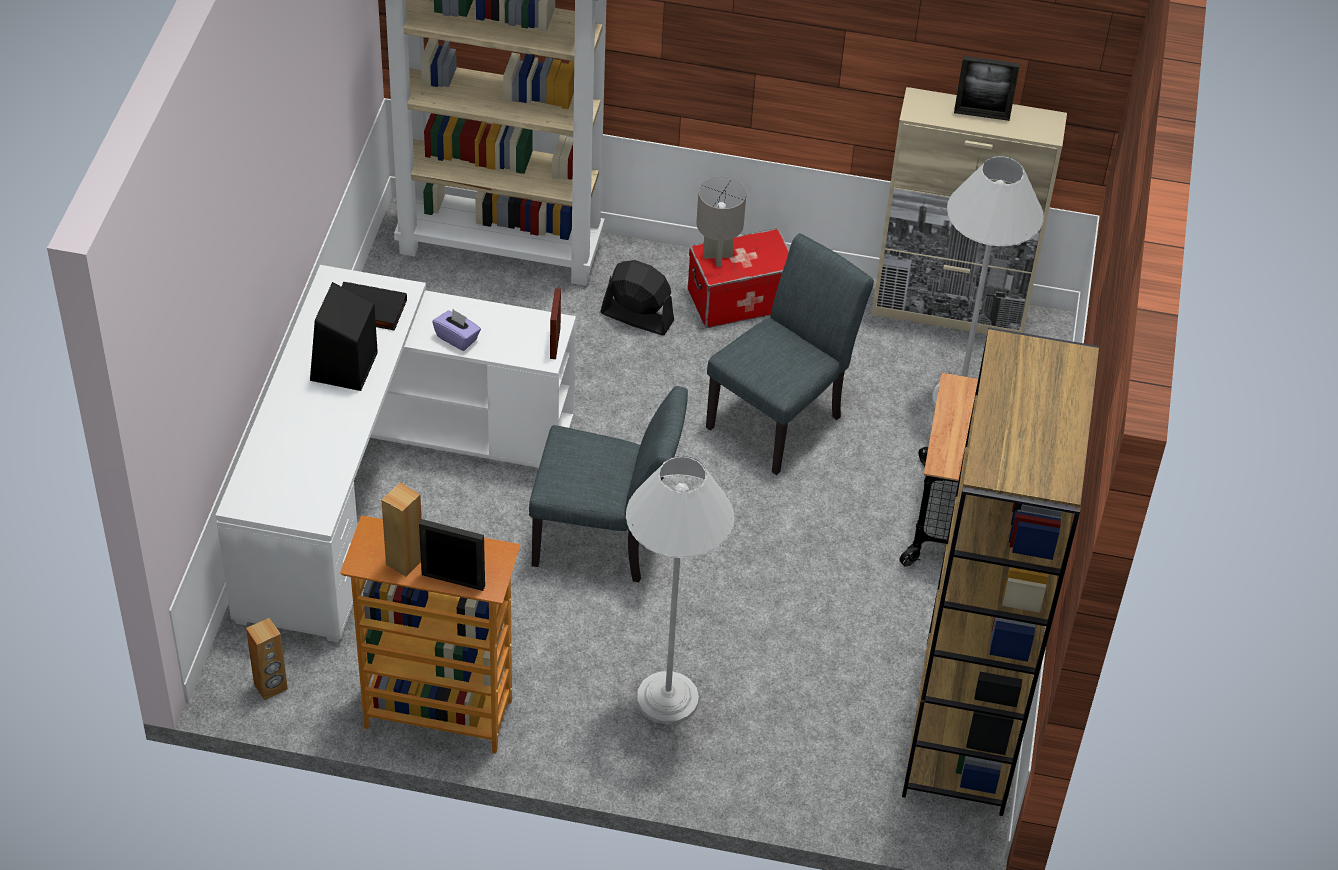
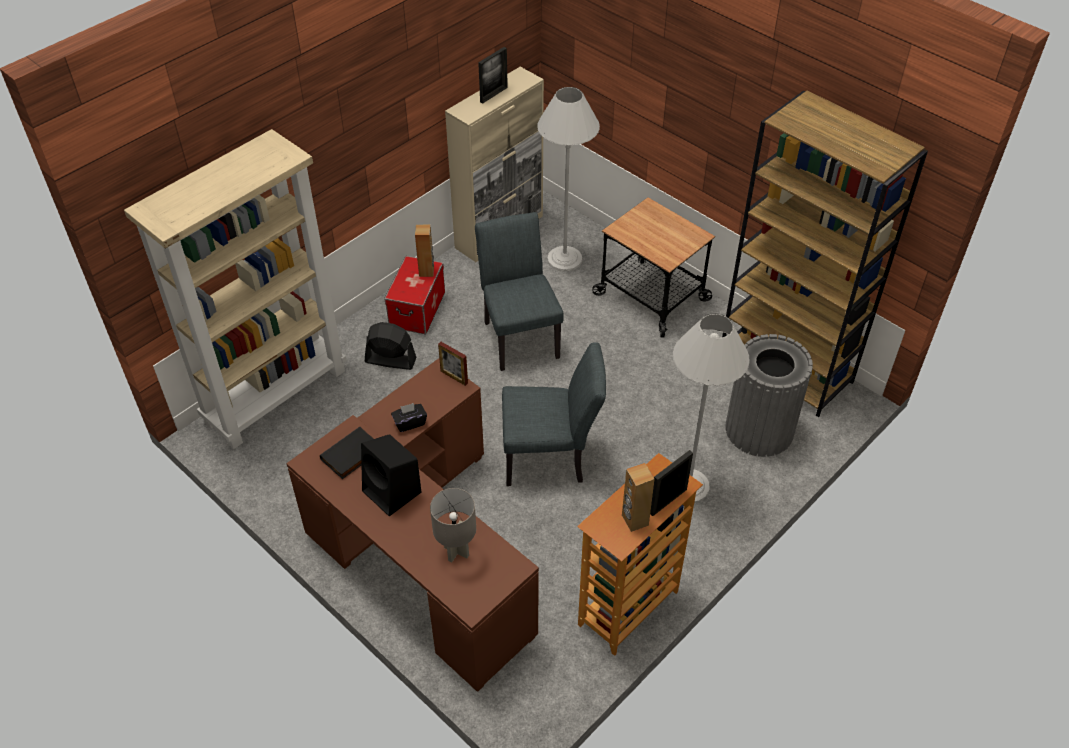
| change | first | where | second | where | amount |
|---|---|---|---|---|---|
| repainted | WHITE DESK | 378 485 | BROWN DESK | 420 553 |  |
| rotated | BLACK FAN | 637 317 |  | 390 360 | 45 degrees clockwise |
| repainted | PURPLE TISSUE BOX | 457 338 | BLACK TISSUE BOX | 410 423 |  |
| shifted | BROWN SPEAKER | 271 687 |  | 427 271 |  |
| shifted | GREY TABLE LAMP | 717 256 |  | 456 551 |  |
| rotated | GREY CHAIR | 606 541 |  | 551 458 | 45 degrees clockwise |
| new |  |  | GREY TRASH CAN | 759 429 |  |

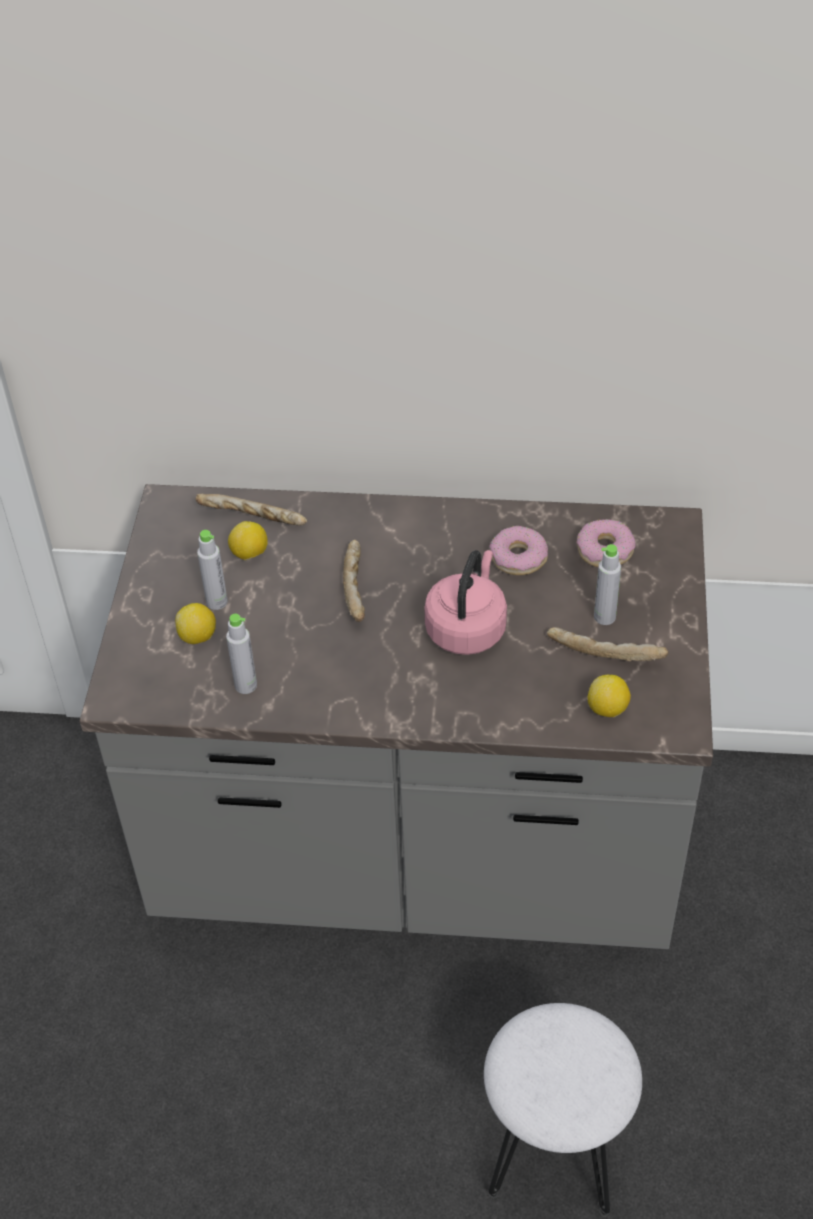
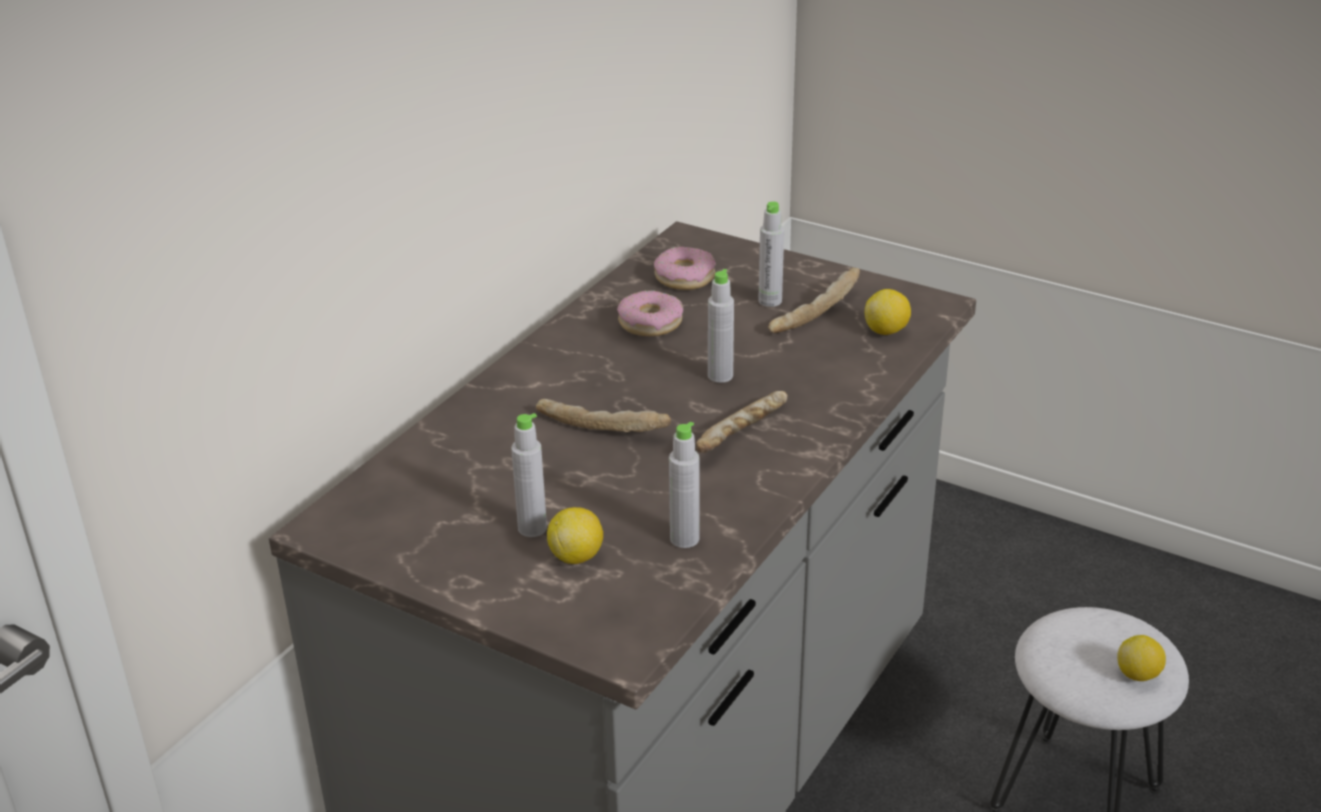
| change | first | where | second | where | amount |
|---|---|---|---|---|---|
| shifted | BREAD | 252 519 |  | 743 434 |  |
| swapped | PINK KETTLE | 467 628 | GREY BOTTLE | 720 376 |  |
| shifted | LEMON | 249 554 |  | 1138 675 |  |

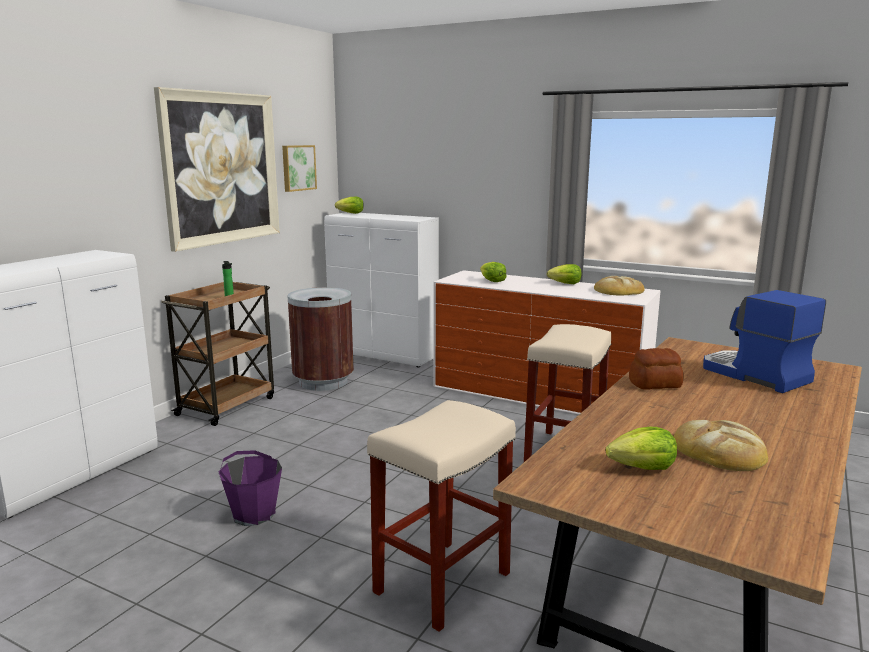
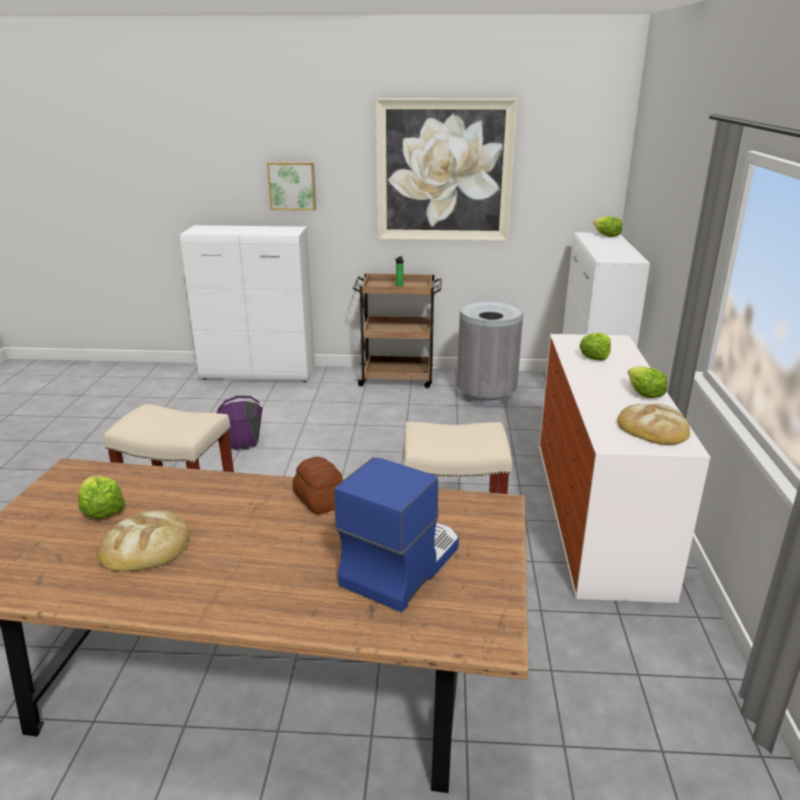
| change | first | where | second | where | amount |
|---|---|---|---|---|---|
| shifted | PICTURE | 298 168 |  | 292 185 |  |
| repainted | BROWN TRASH CAN | 323 382 | GREY TRASH CAN | 486 395 |  |

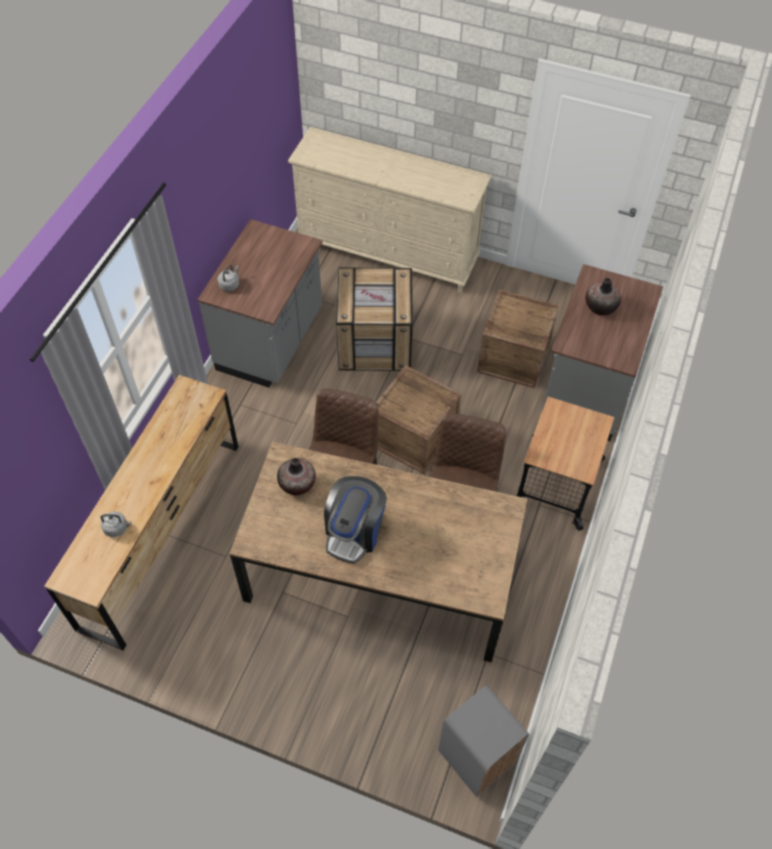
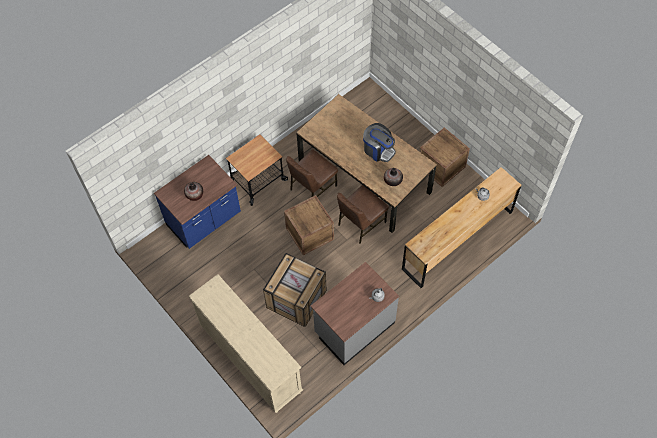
| change | first | where | second | where | amount |
|---|---|---|---|---|---|
| repainted | GREY COUNTER | 586 387 | BLUE COUNTER | 204 220 |  |
| rotated | COFFEE MACHINE | 354 531 |  | 378 150 | 75 degrees clockwise |
| shifted | CRATE | 513 358 |  | 441 166 |  |
| gone | GREY TRASH CAN | 476 758 |  |  |  |

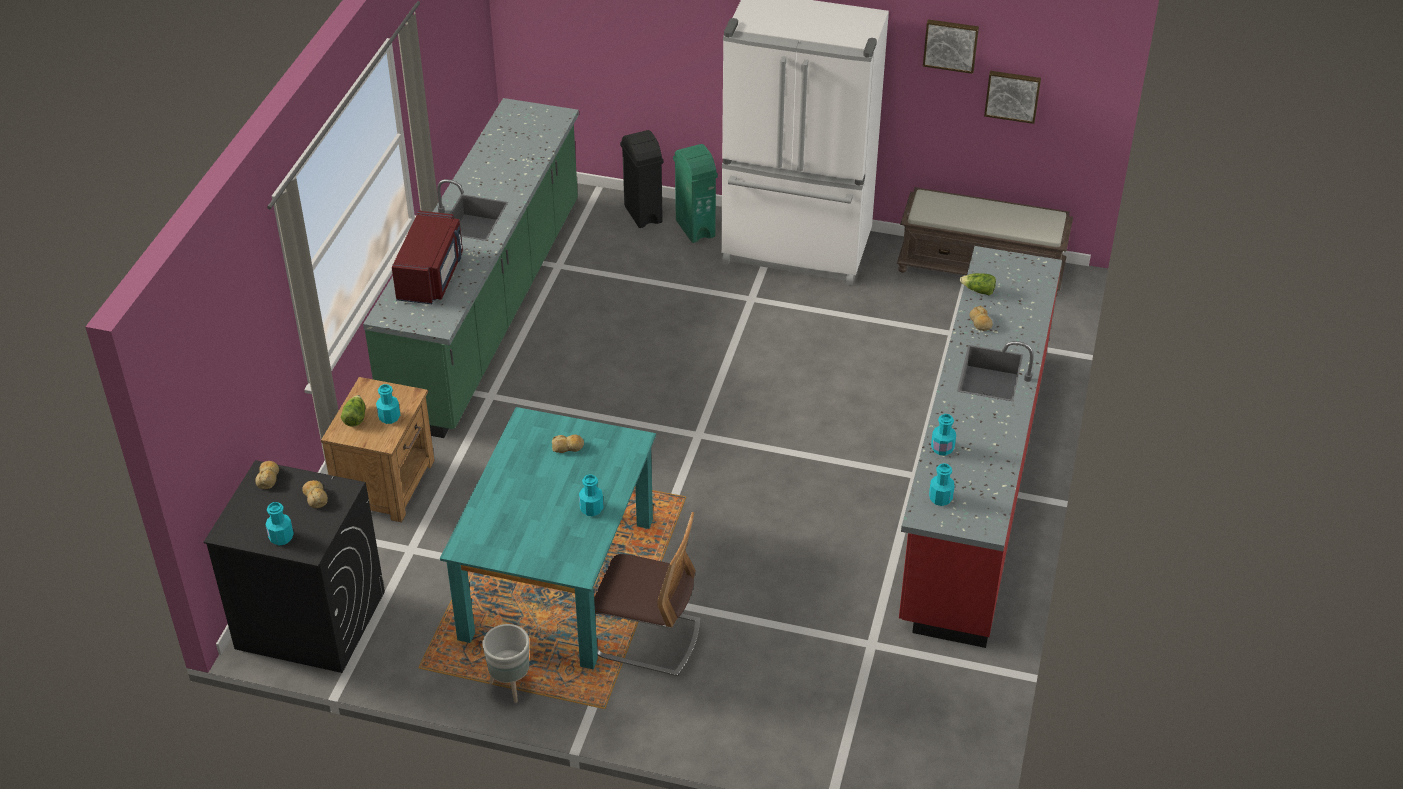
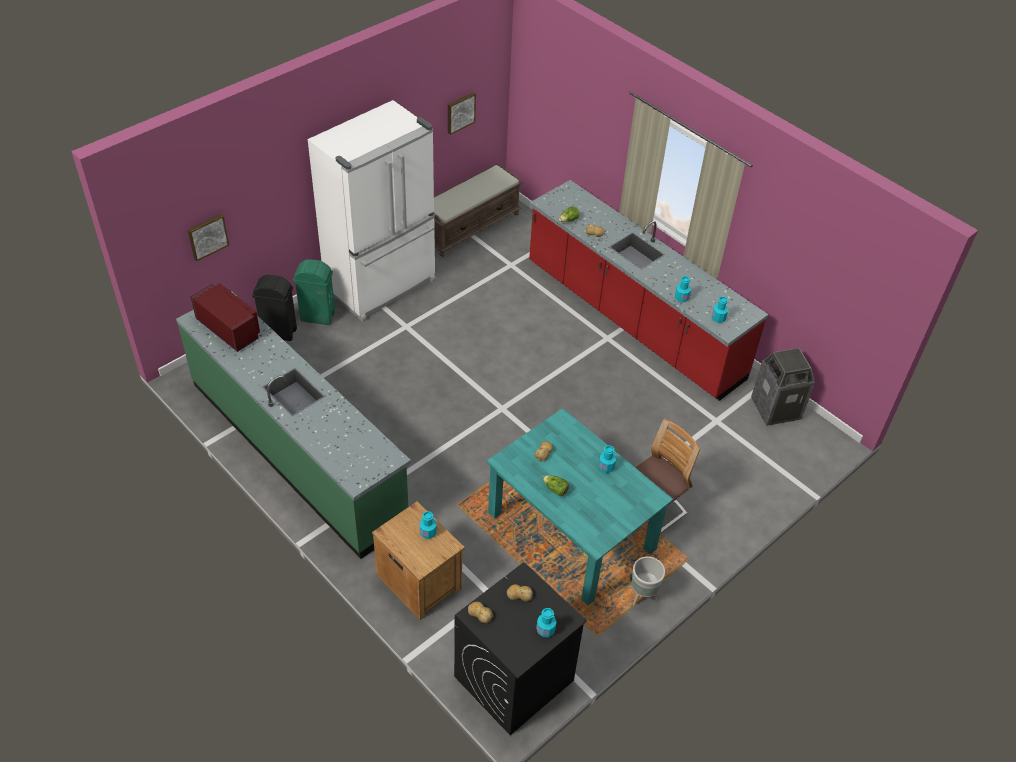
| change | first | where | second | where | amount |
|---|---|---|---|---|---|
| shifted | PICTURE | 951 45 |  | 207 236 |  |
| shifted | RED MICROWAVE | 431 276 |  | 229 328 |  |
| shifted | LETTUCE | 355 417 |  | 555 489 |  |
| new |  |  | TRASH CAN | 776 408 |  |

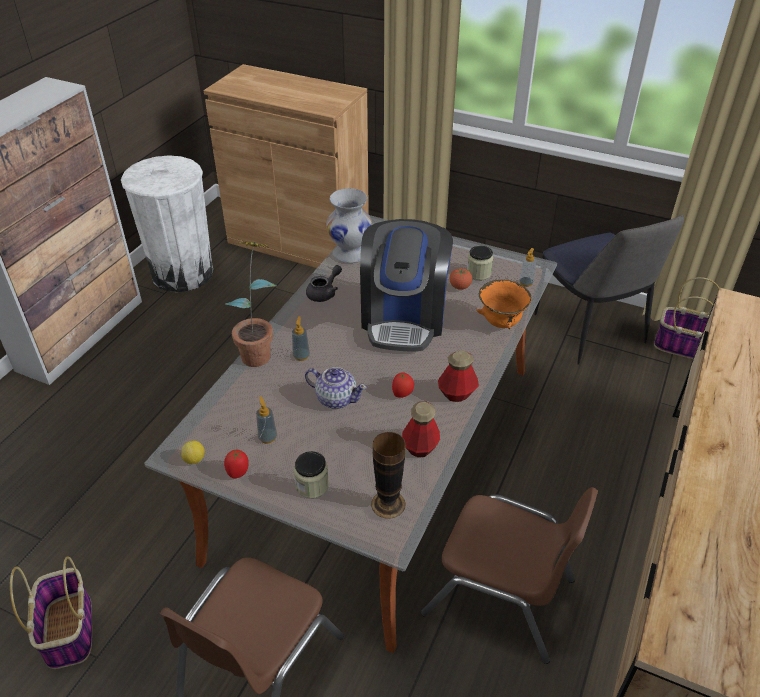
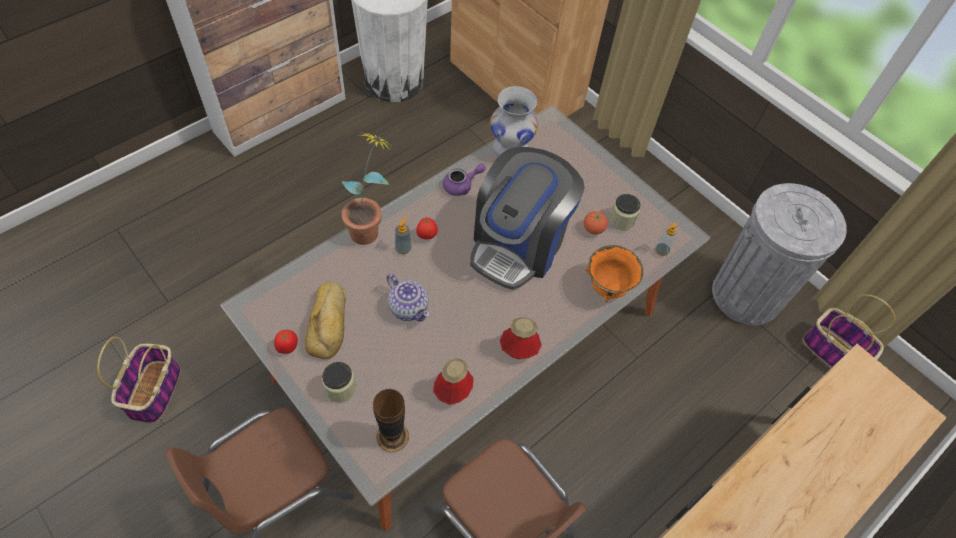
| change | first | where | second | where | amount |
|---|---|---|---|---|---|
| swapped | SOAP DISPENSER | 267 437 | BREAD | 329 323 |  |
| shifted | TOMATO | 402 394 |  | 427 236 |  |
| repainted | GREY TEAPOT | 324 293 | PURPLE TEAPOT | 462 186 |  |
| swapped | CHAIR | 590 331 | GREY TRASH CAN | 746 295 |  |
| gone | LEMON | 195 460 |  |  |  |

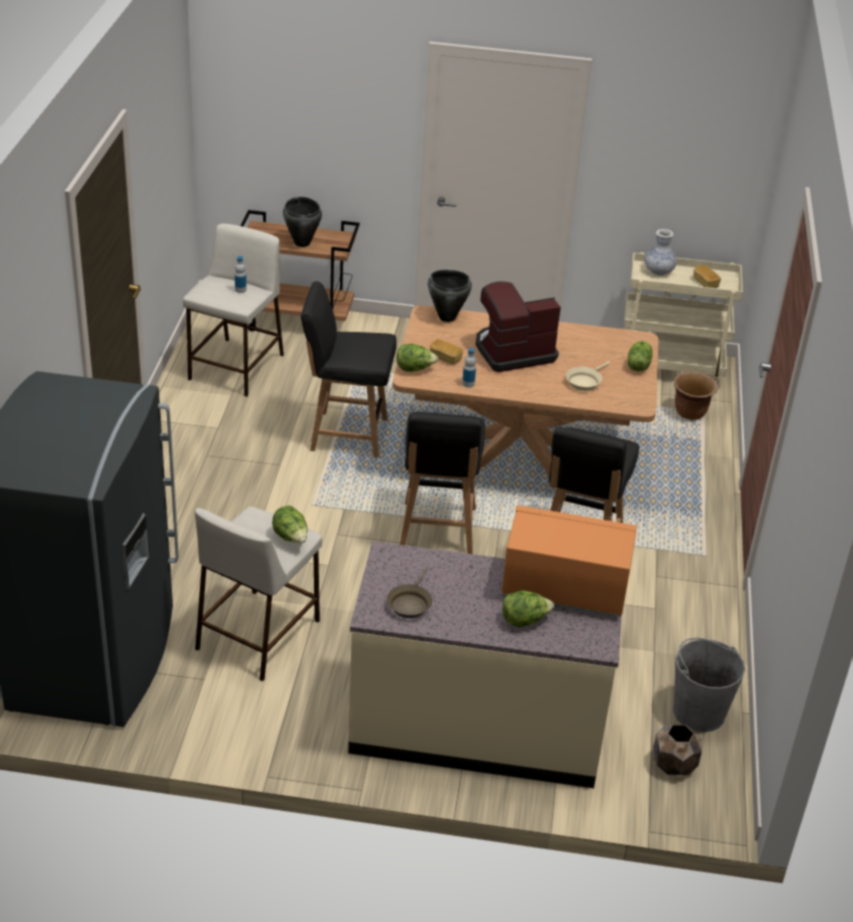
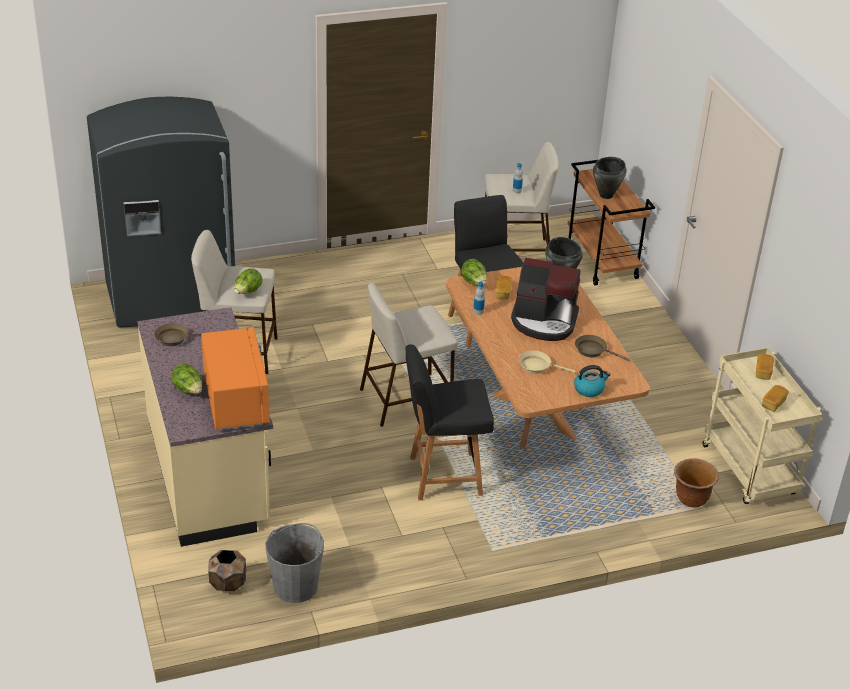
| change | first | where | second | where | amount |
|---|---|---|---|---|---|
| swapped | BLACK CHAIR | 437 529 | BEIGE STOOL | 407 399 |  |
| rotated | COFFEE MACHINE | 513 351 |  | 544 322 | 150 degrees clockwise |
| swapped | LETTUCE | 638 365 | KETTLE | 589 389 |  |
| new |  |  | BROWN FRYING PAN | 593 350 |  |
| swapped | VASE | 658 271 | BREAD | 763 372 |  |

